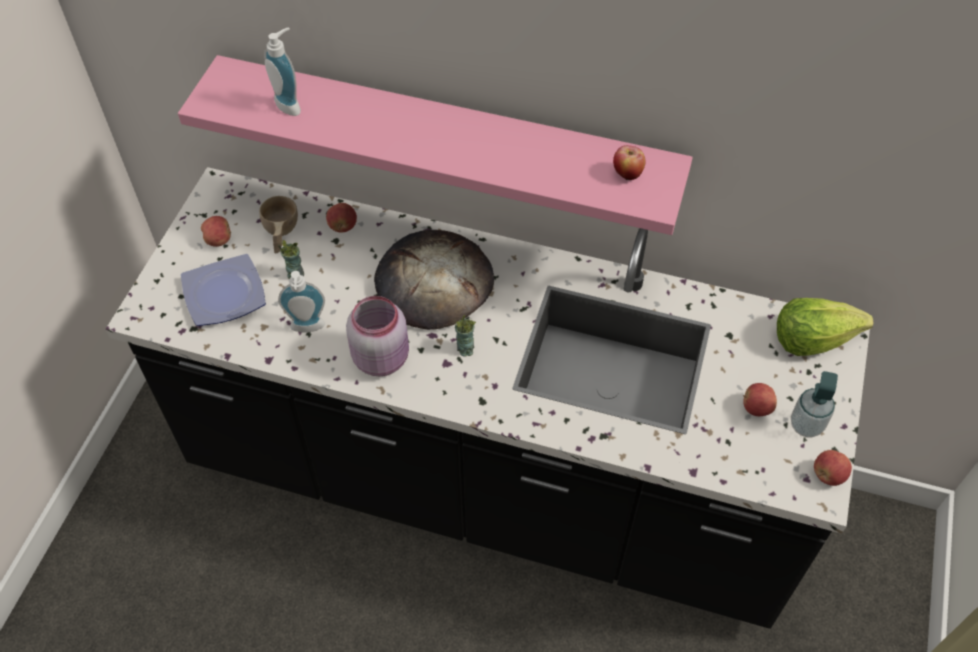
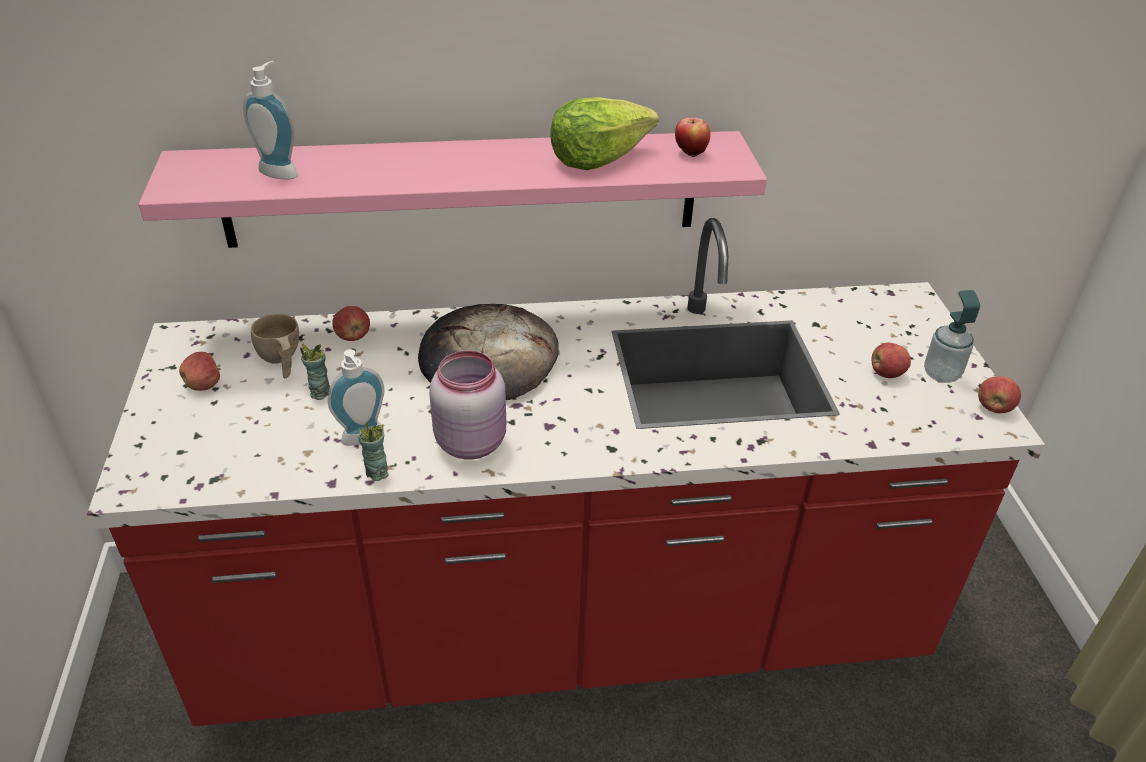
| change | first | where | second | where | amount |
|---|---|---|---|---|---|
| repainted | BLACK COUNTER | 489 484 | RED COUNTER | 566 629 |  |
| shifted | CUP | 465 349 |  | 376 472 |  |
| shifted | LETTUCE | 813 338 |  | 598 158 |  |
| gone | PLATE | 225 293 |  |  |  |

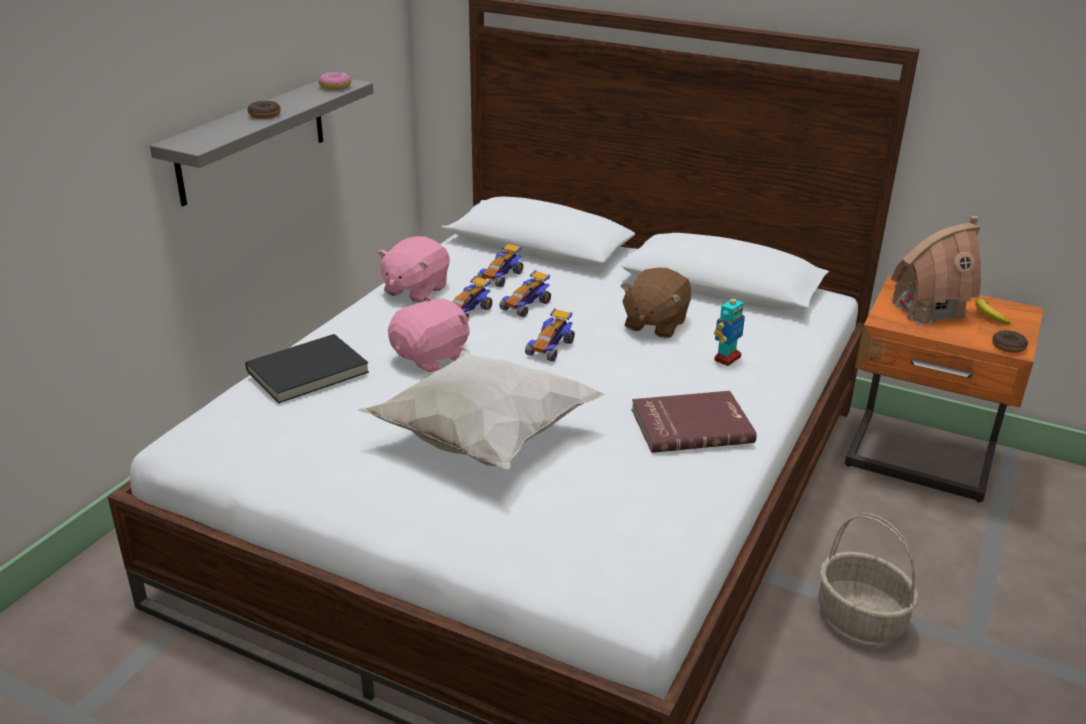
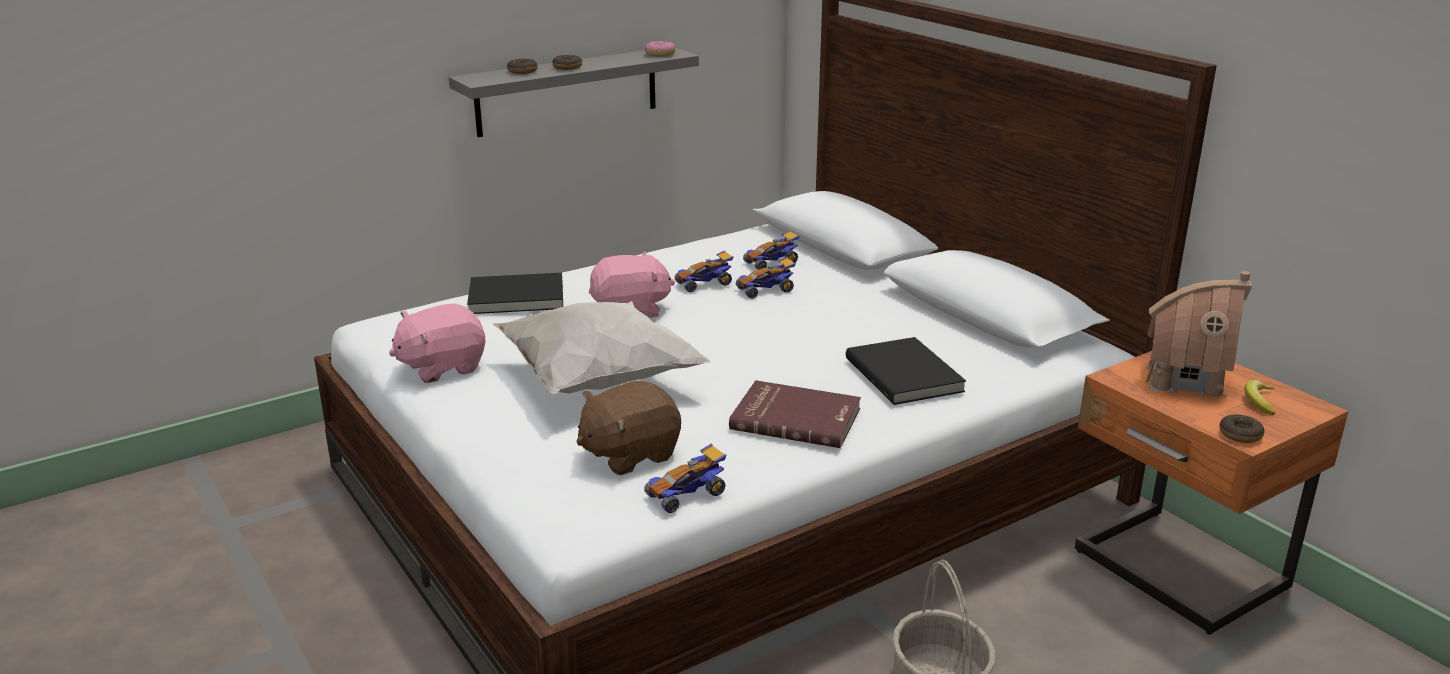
| change | first | where | second | where | amount |
|---|---|---|---|---|---|
| shifted | PINK PLUSH TOY | 415 290 |  | 442 367 |  |
| new |  |  | DONUT | 522 71 |  |
| shifted | BROWN PLUSH TOY | 654 324 |  | 629 454 |  |
| shifted | TOY CAR | 550 347 |  | 687 493 |  |
| swapped | TOY ROBOT | 726 358 | BLACK BOOK | 906 374 |  |

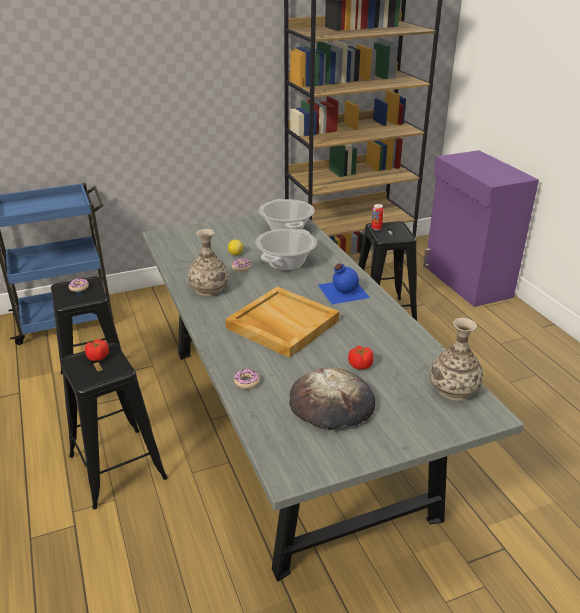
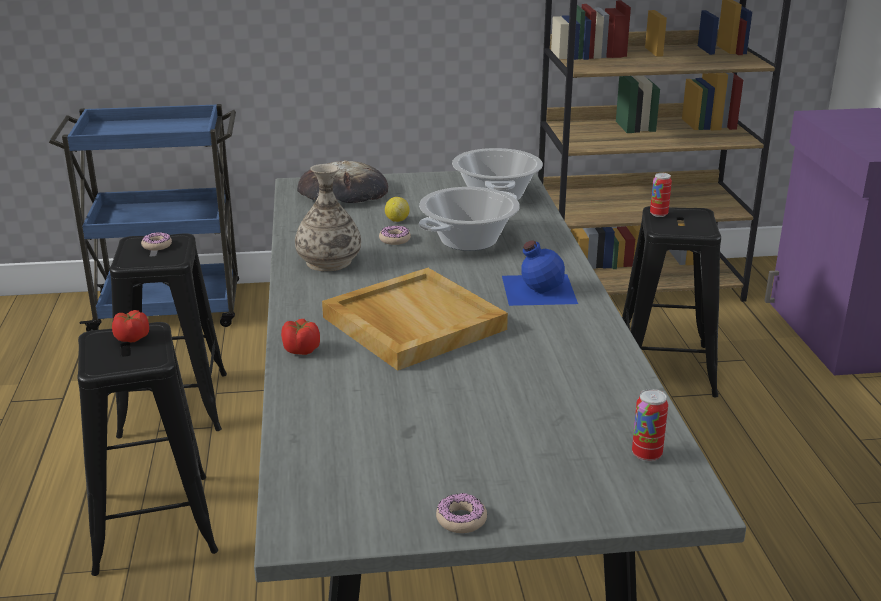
| change | first | where | second | where | amount |
|---|---|---|---|---|---|
| shifted | TOMATO | 360 365 |  | 301 350 |  |
| shifted | BREAD | 332 404 |  | 343 192 |  |
| shifted | DONUT | 247 382 |  | 461 519 |  |
| swapped | VASE | 454 389 | CAN | 646 454 |  |

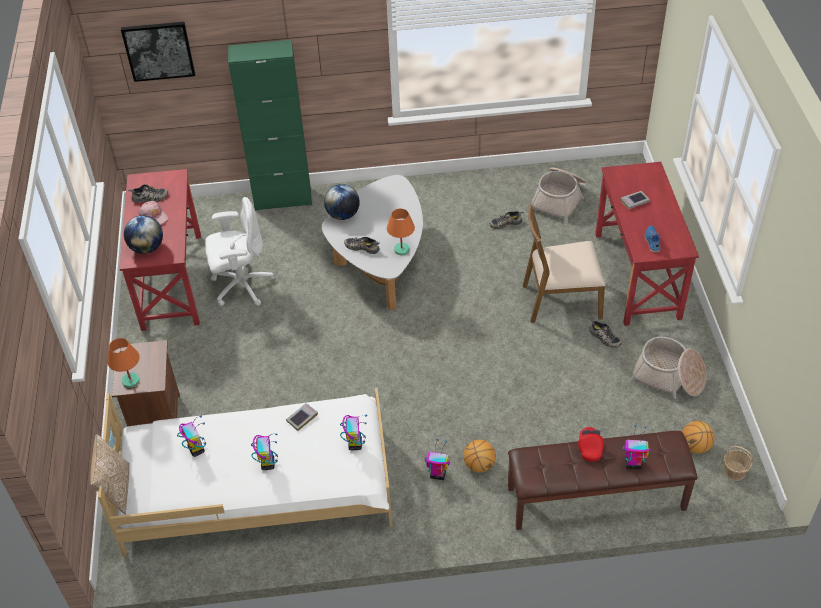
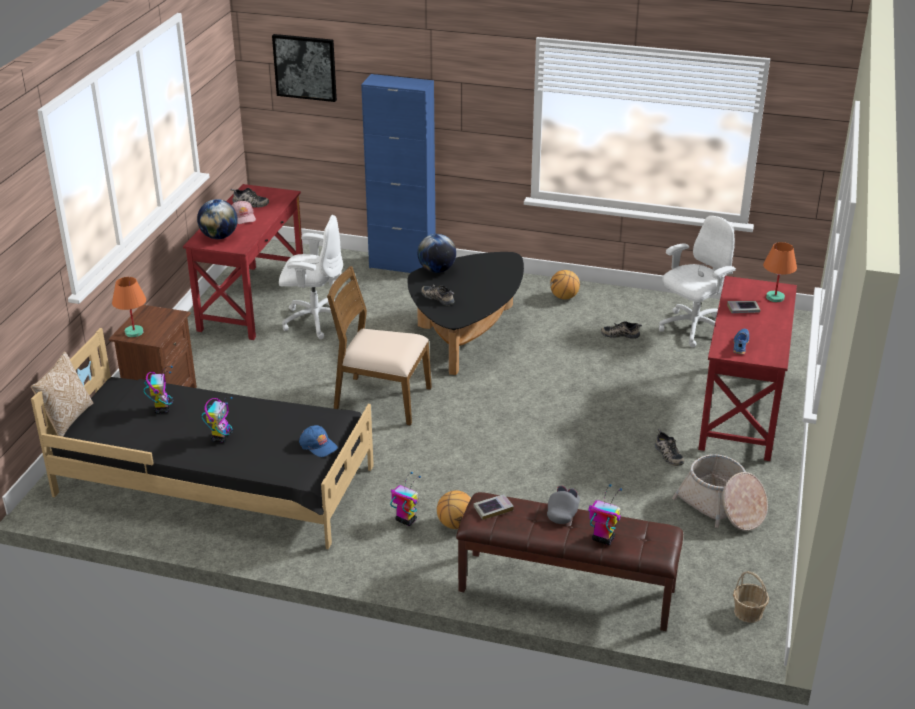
| change | first | where | second | where | amount |
|---|---|---|---|---|---|
| repainted | WHITE BED | 258 488 | BLACK BED | 217 480 |  |
| swapped | TOY ROBOT | 355 444 | BLUE CAP | 318 445 |  |
| shifted | BROWN CHAIR | 560 300 |  | 381 399 |  |
| repainted | GREEN CABINET | 283 199 | BLUE CABINET | 402 265 |  |
| repainted | WHITE COFFEE TABLE | 380 261 | BLACK COFFEE TABLE | 466 334 |  |
| shifted | BOOK | 302 418 |  | 493 509 |  |
| repainted | RED CAP | 590 448 | GREY CAP | 563 512 |  |
| shifted | BASKETBALL | 695 446 |  | 564 297 |  |
| swapped | BASKET | 559 199 | WHITE OFFICE CHAIR | 693 329 |  |
| shifted | ORANGE TABLE LAMP | 402 250 |  | 775 297 |  |

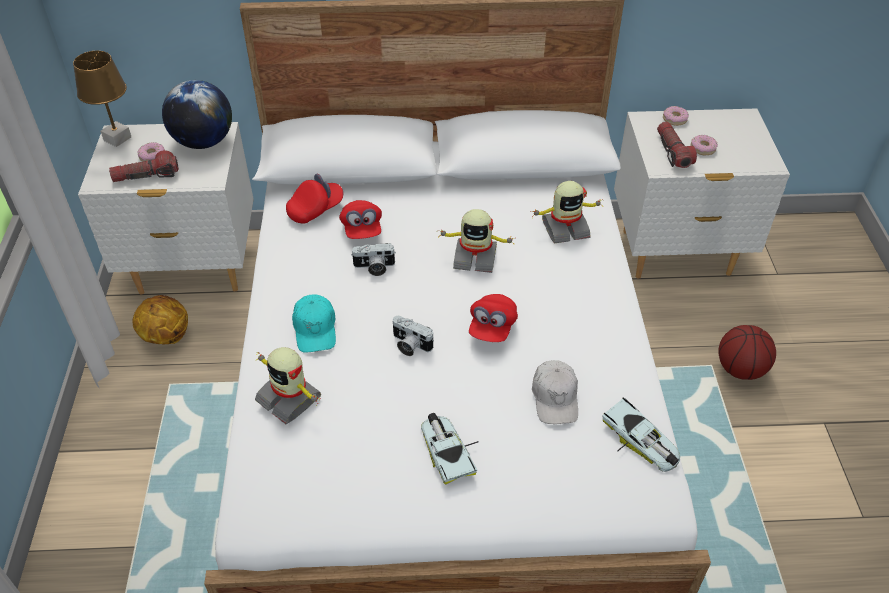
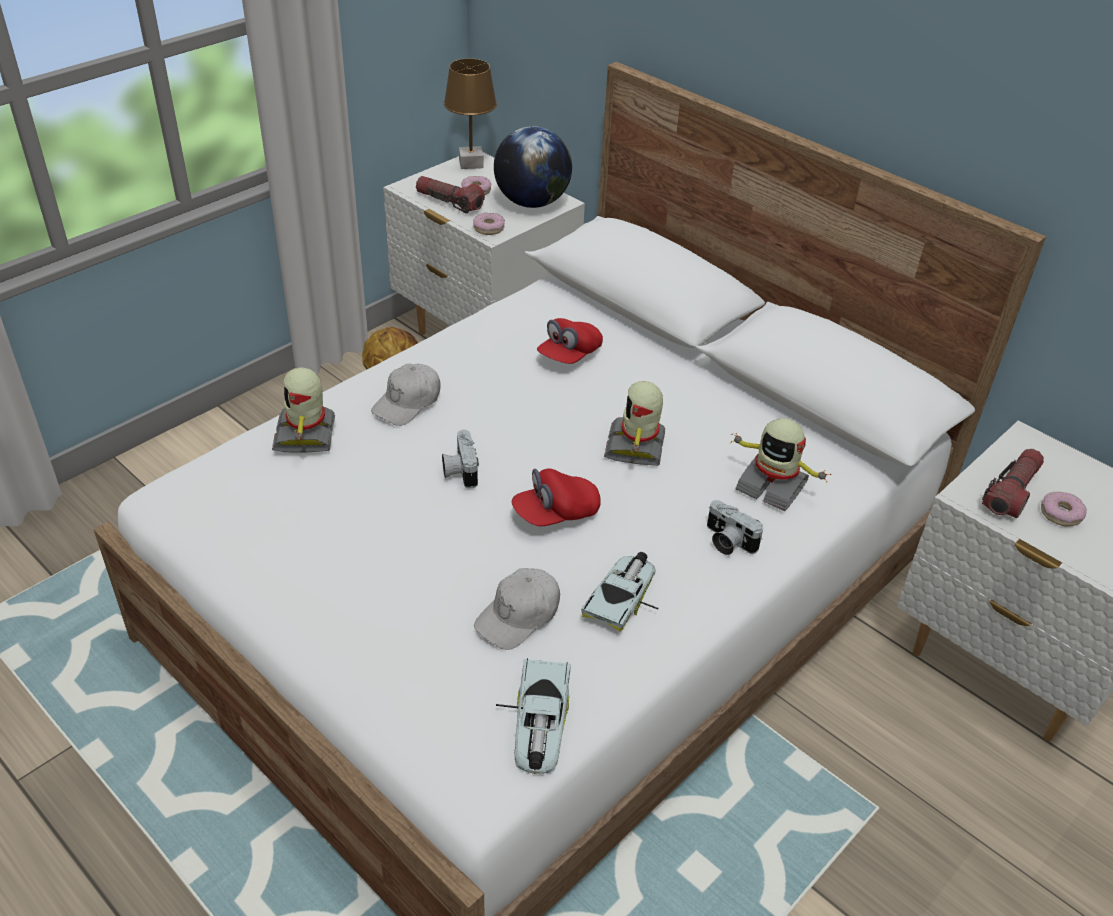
| change | first | where | second | where | amount |
|---|---|---|---|---|---|
| repainted | TURQUOISE CAP | 315 329 | WHITE CAP | 408 402 |  |
| shifted | DONUT | 674 119 |  | 488 228 |  |
| shifted | TOY CAR | 447 450 |  | 623 595 |  |
| rotated | TOY ROBOT | 475 257 |  | 637 446 | 45 degrees clockwise |
| shifted | PHOTO CAMERA | 374 267 |  | 727 541 |  |
| gone | RED CAP | 315 209 |  |  |  |
| gone | BASKETBALL | 740 369 |  |  |  |

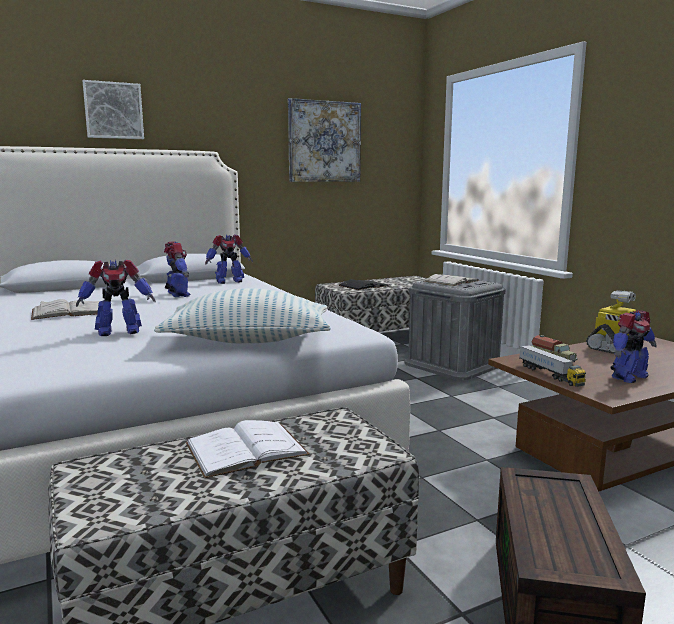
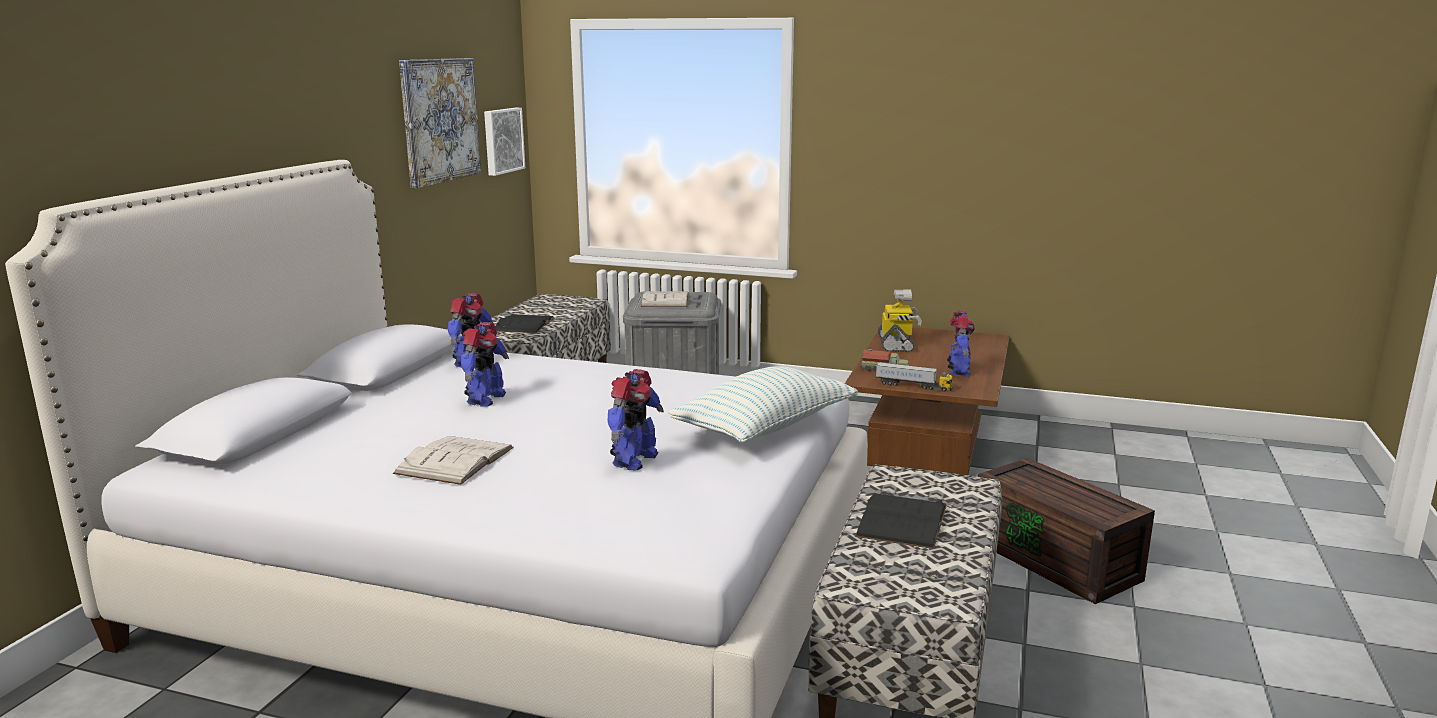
| change | first | where | second | where | amount |
|---|---|---|---|---|---|
| rotated | TOY ROBOT | 177 295 |  | 485 399 | 90 degrees clockwise |
| shifted | PICTURE | 113 110 |  | 502 140 |  |
| repainted | WHITE BOOK | 246 449 | BLACK BOOK | 902 520 |  |

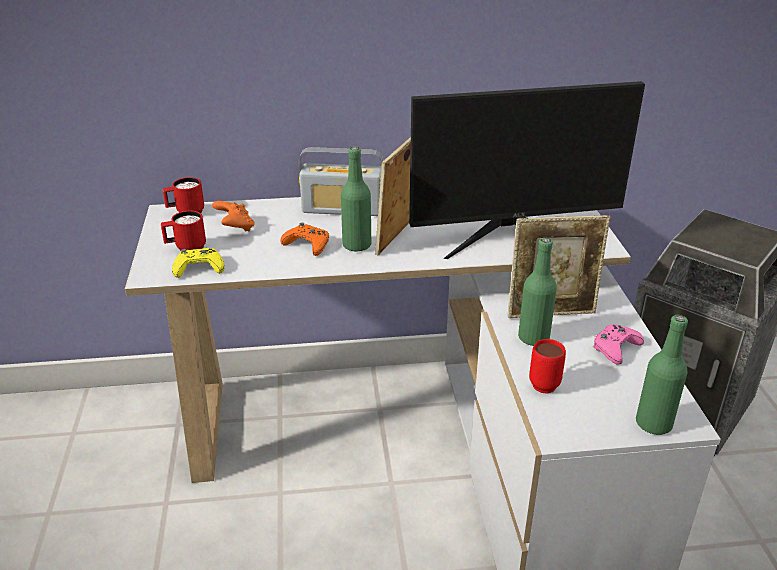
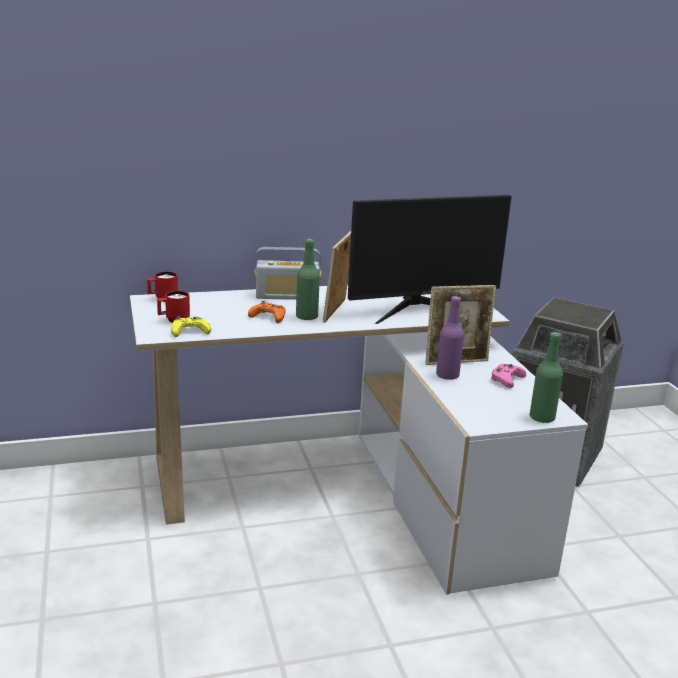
| change | first | where | second | where | amount |
|---|---|---|---|---|---|
| repainted | GREEN BOTTLE | 533 338 | PURPLE BOTTLE | 447 375 |  |
| gone | ORANGE GAME CONTROLLER | 235 227 |  |  |  |
| gone | RED MUG | 545 382 |  |  |  |

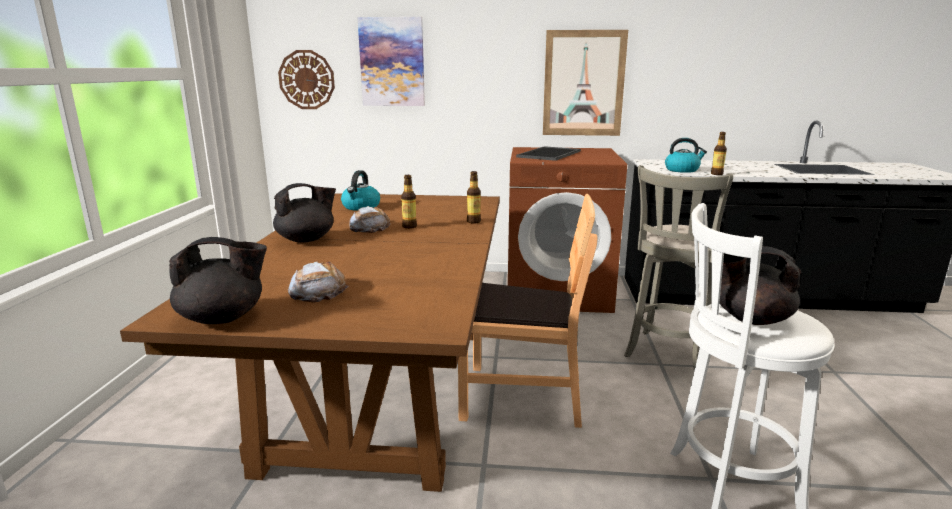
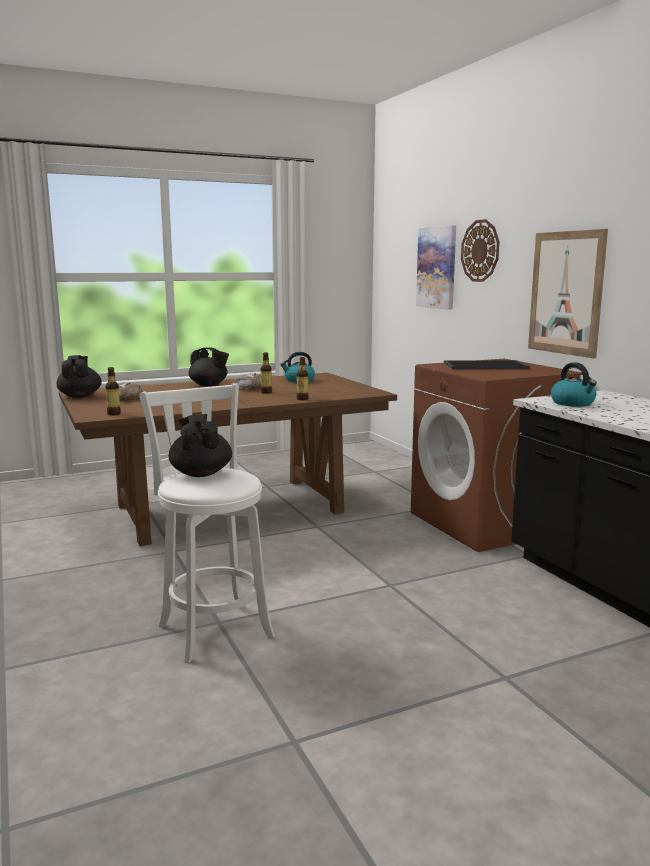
| change | first | where | second | where | amount |
|---|---|---|---|---|---|
| rotated | BLACK TEAPOT | 223 318 |  | 80 396 | 150 degrees counterclockwise |
| shifted | BOTTLE | 717 174 |  | 114 414 |  |
| shifted | WALL CLOCK | 306 80 |  | 480 251 |  |
| gone | BROWN CHAIR | 521 396 |  |  |  |
| gone | GREY STOOL | 668 355 |  |  |  |

